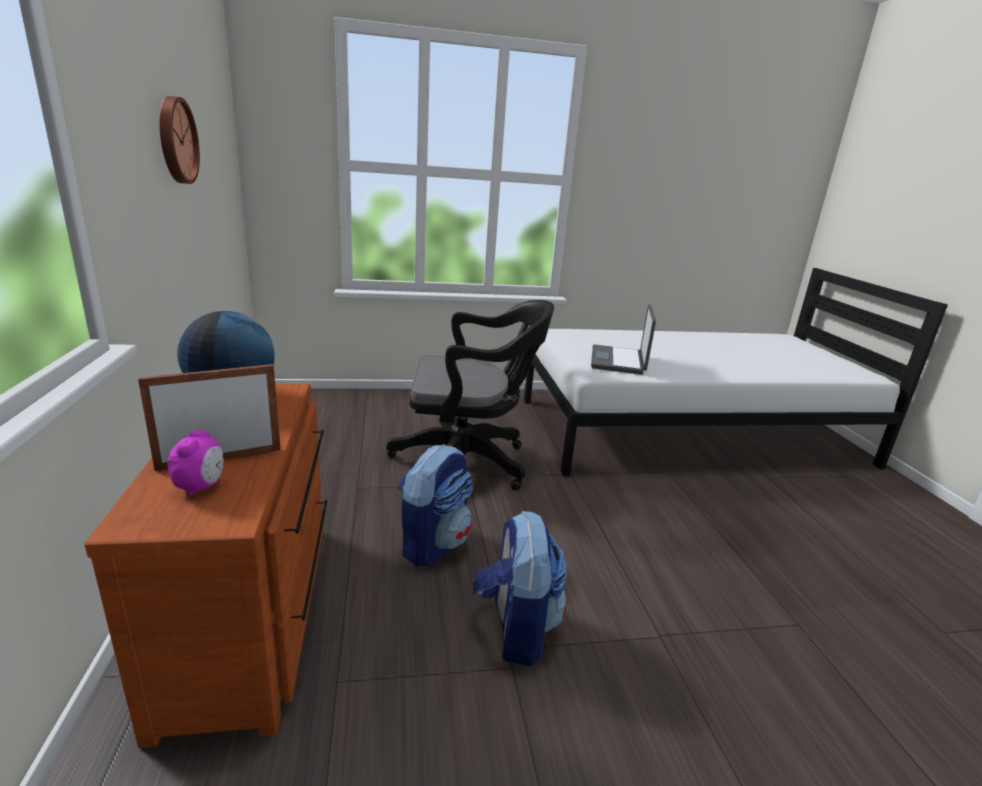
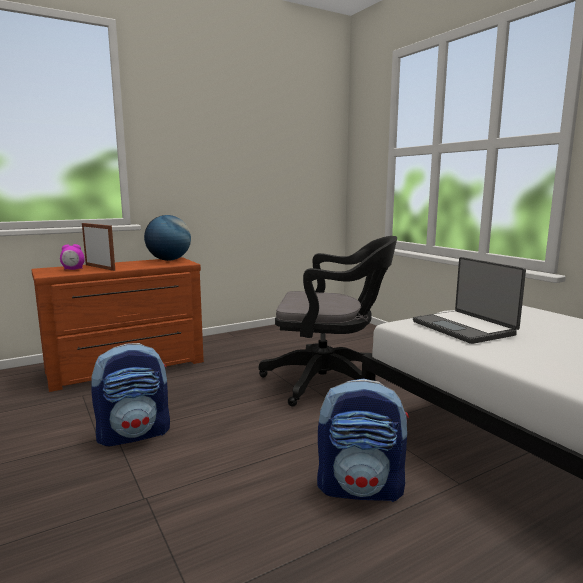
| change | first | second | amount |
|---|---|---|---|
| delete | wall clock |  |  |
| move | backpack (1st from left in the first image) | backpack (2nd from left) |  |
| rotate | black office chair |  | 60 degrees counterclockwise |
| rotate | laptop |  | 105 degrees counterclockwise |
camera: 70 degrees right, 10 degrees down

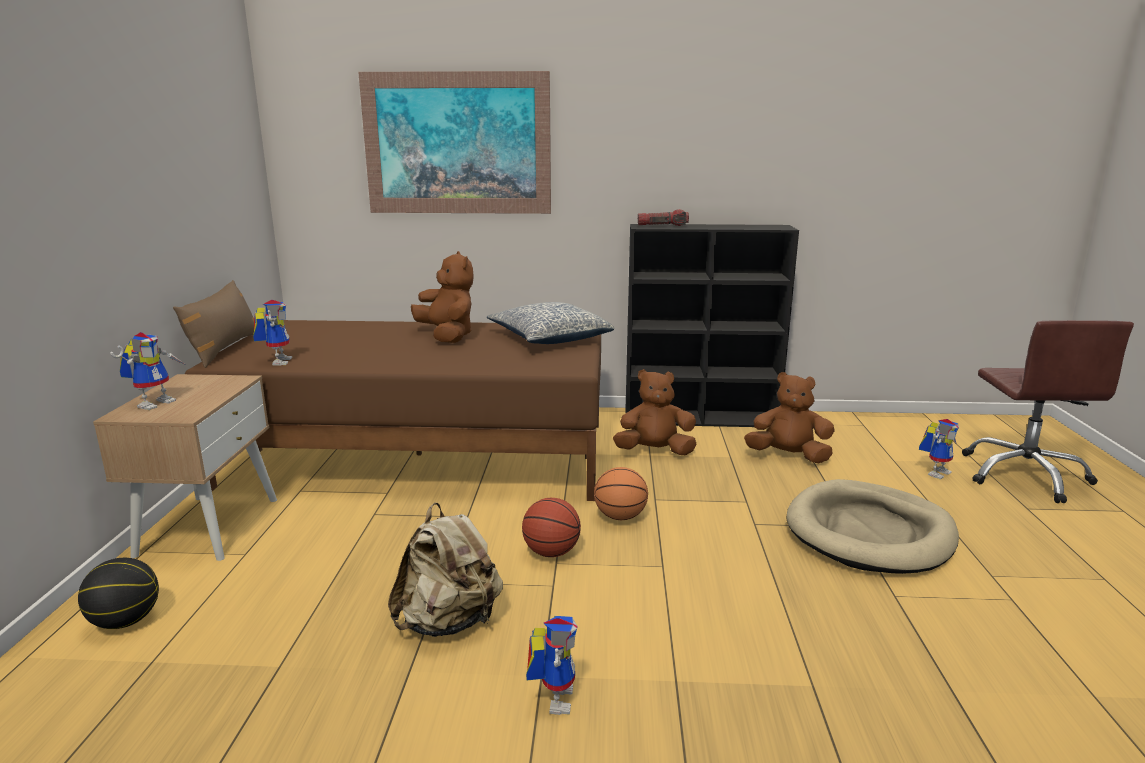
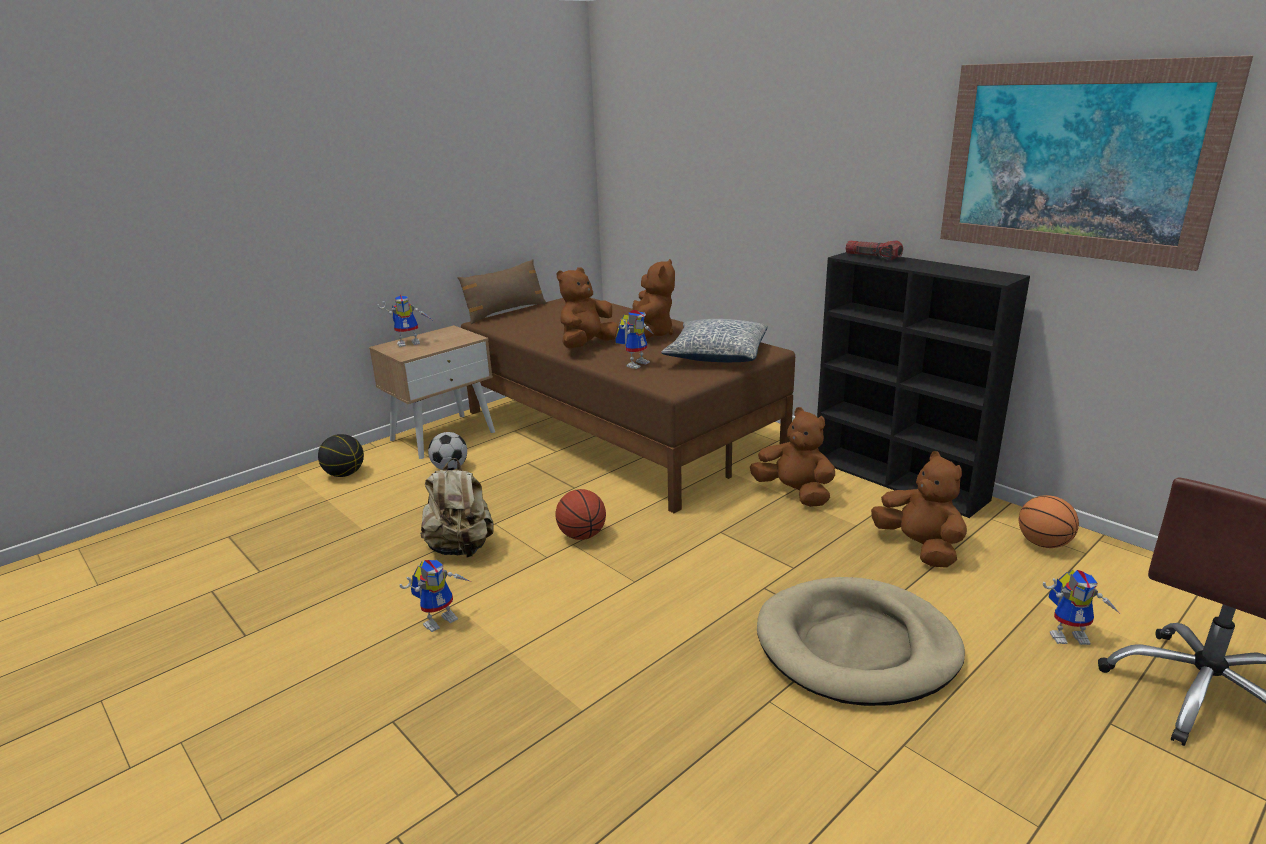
| change | first | second | amount |
|---|---|---|---|
| insert |  | football |  |
| insert |  | brown plush toy (1st from left) |  |
| move | toy robot (2nd from left in the first image) | toy robot (3rd from left) |  |
| move | picture |  |  |
| move | basketball (3rd from left) |  |  |
camera: 45 degrees right, 5 degrees up

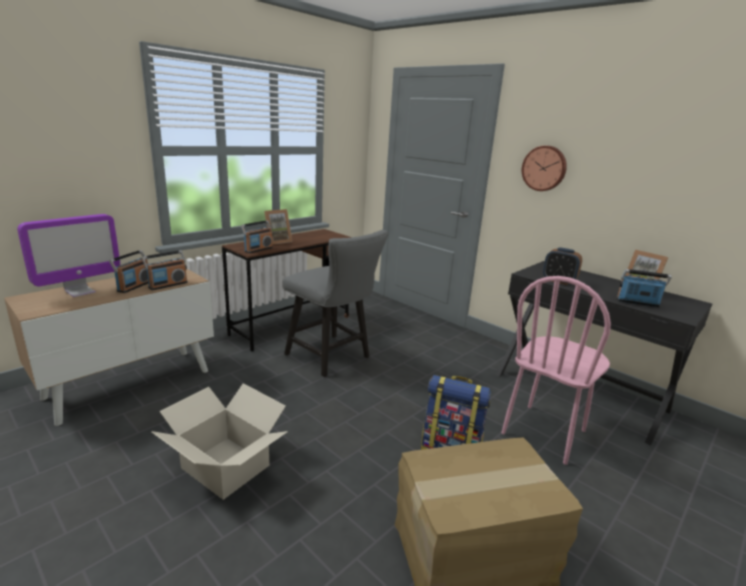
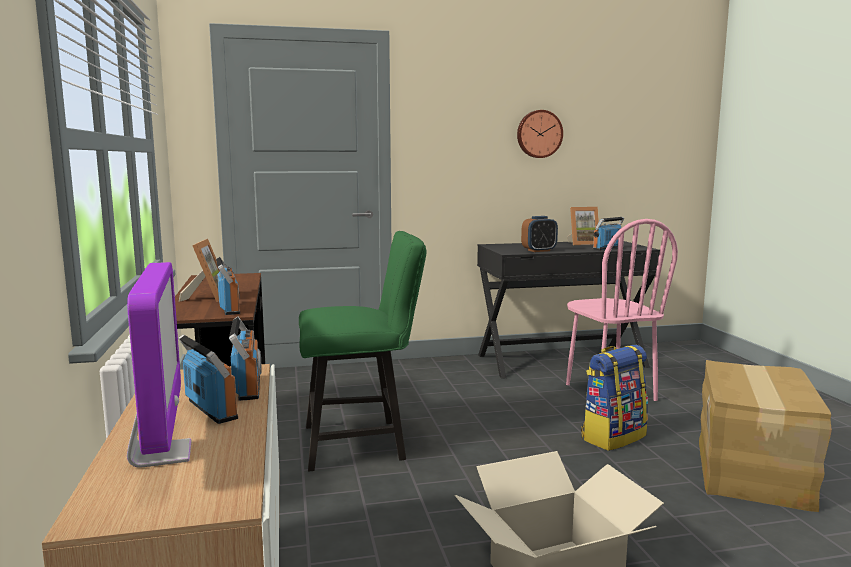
| change | first | second | amount |
|---|---|---|---|
| move | wall clock |  |  |
| recolor | grey chair | green chair |  |
camera: 55 degrees left, 10 degrees down

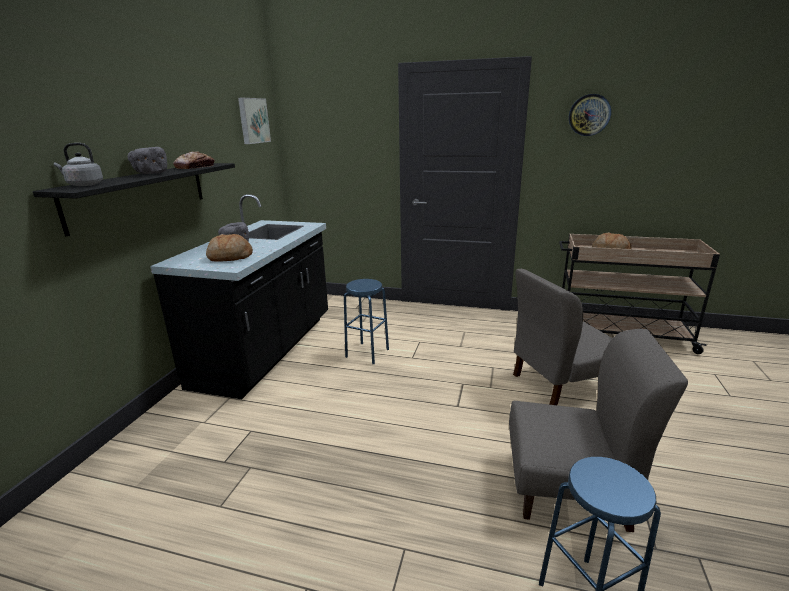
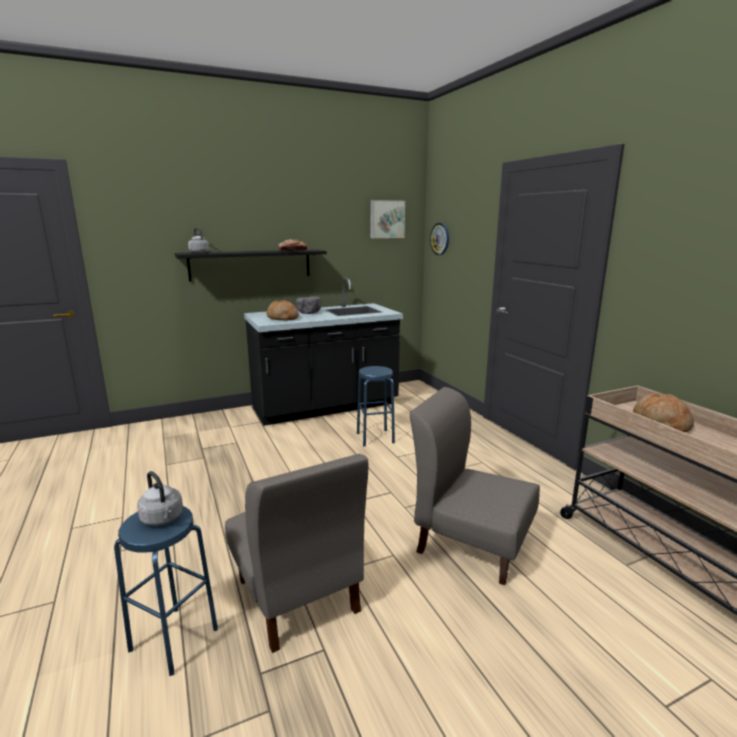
| change | first | second | amount |
|---|---|---|---|
| delete | grey bowl (1st from left) |  |  |
| insert |  | grey kettle (1st from left) |  |
| move | wall clock |  |  |
camera: 50 degrees right, 5 degrees down

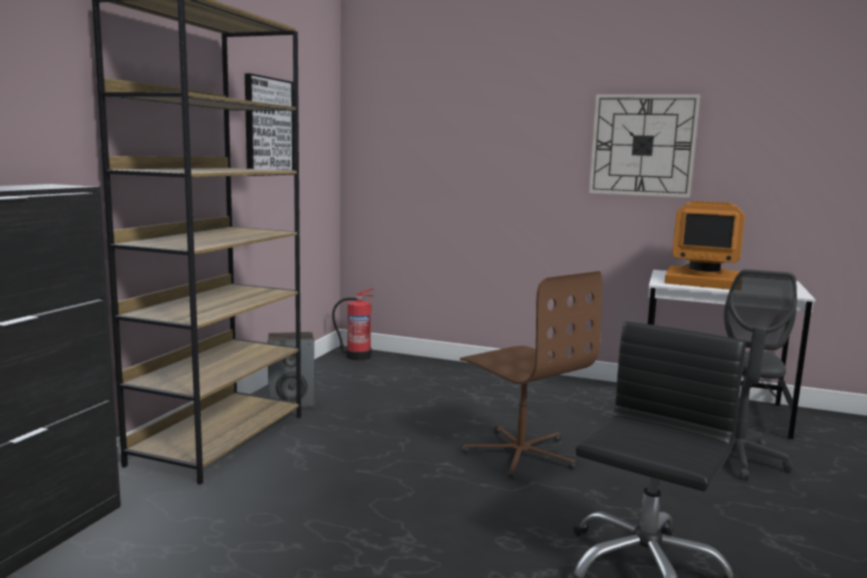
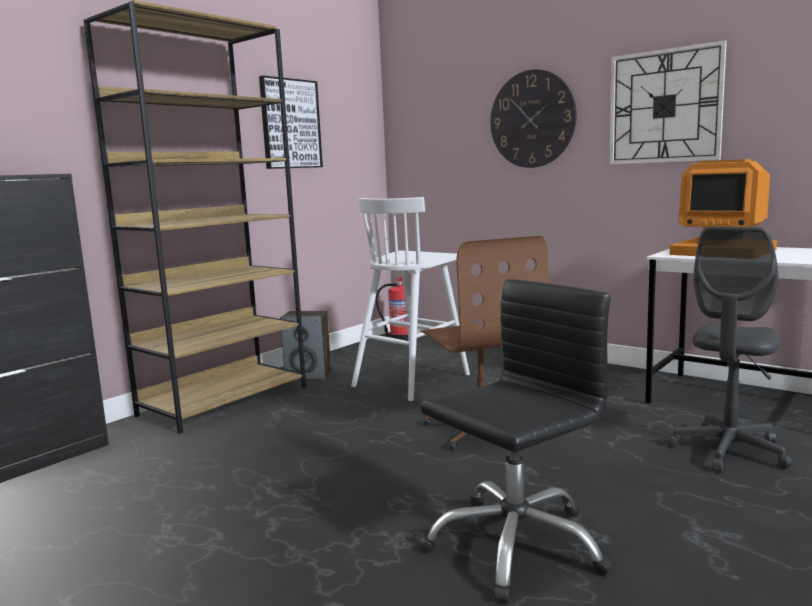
| change | first | second | amount |
|---|---|---|---|
| insert |  | white stool |  |
| insert |  | wall clock (1st from left) |  |
camera: 20 degrees right, 0 degrees up

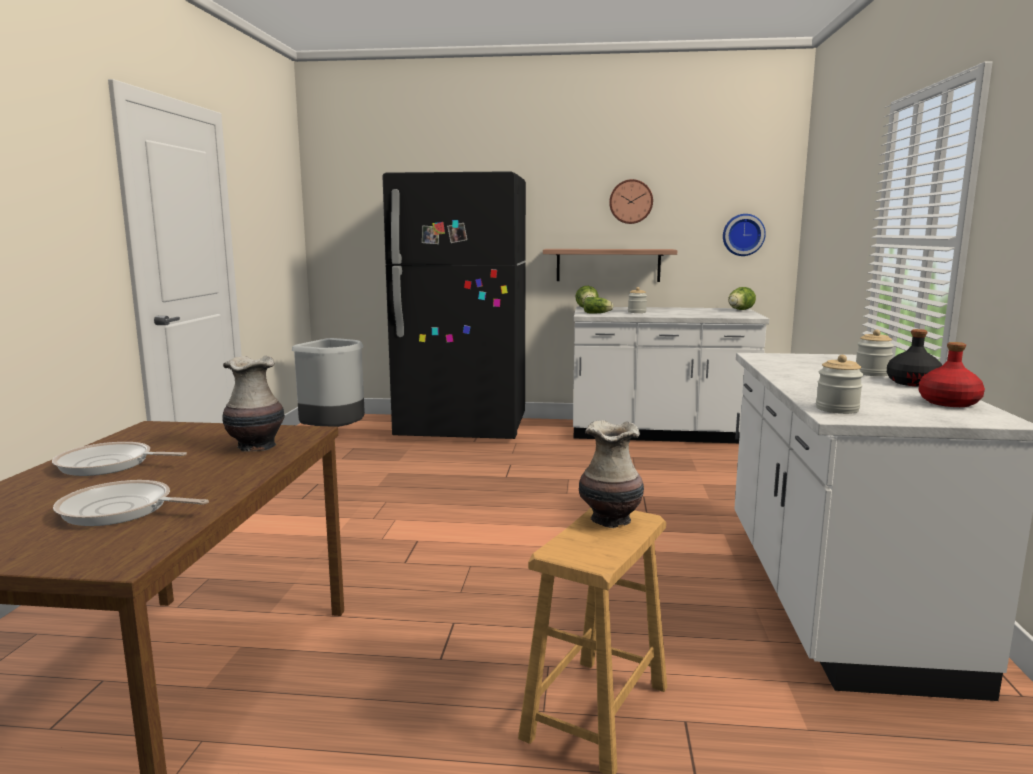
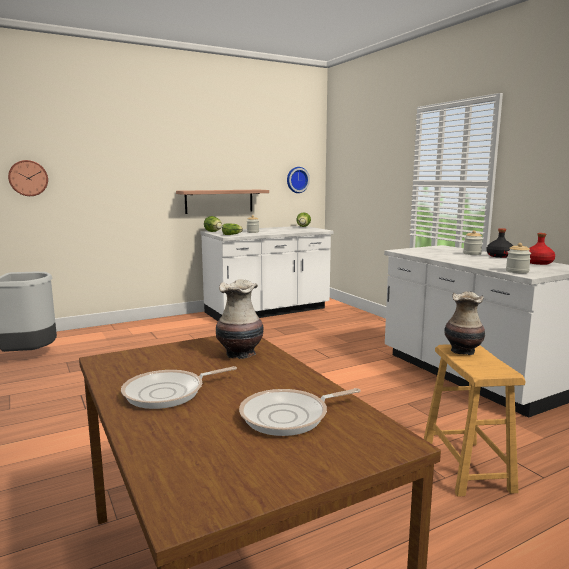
| change | first | second | amount |
|---|---|---|---|
| delete | black fridge |  |  |
| move | wall clock (1st from left) |  |  |
camera: 35 degrees left, 0 degrees up

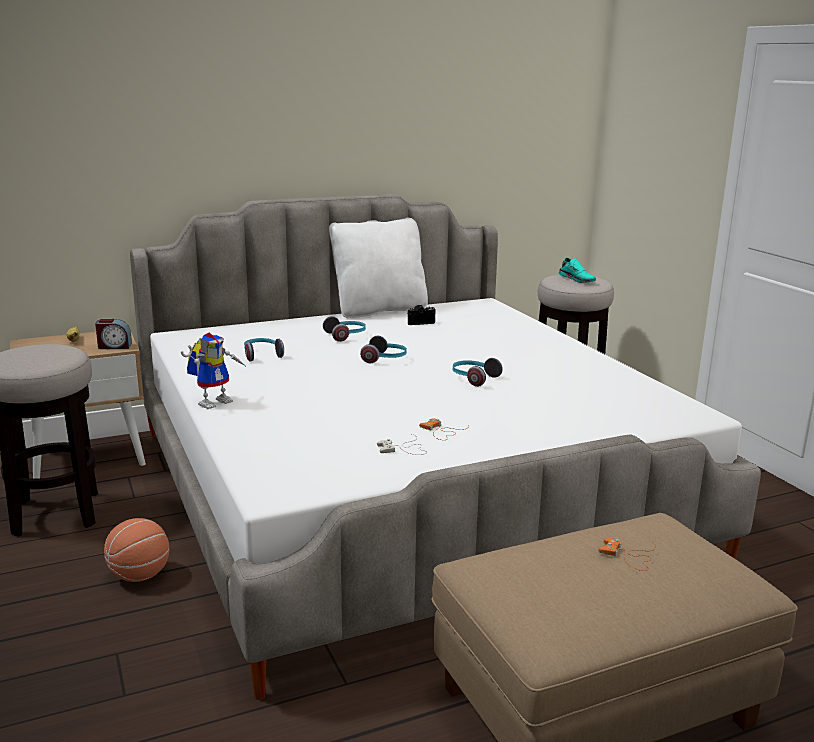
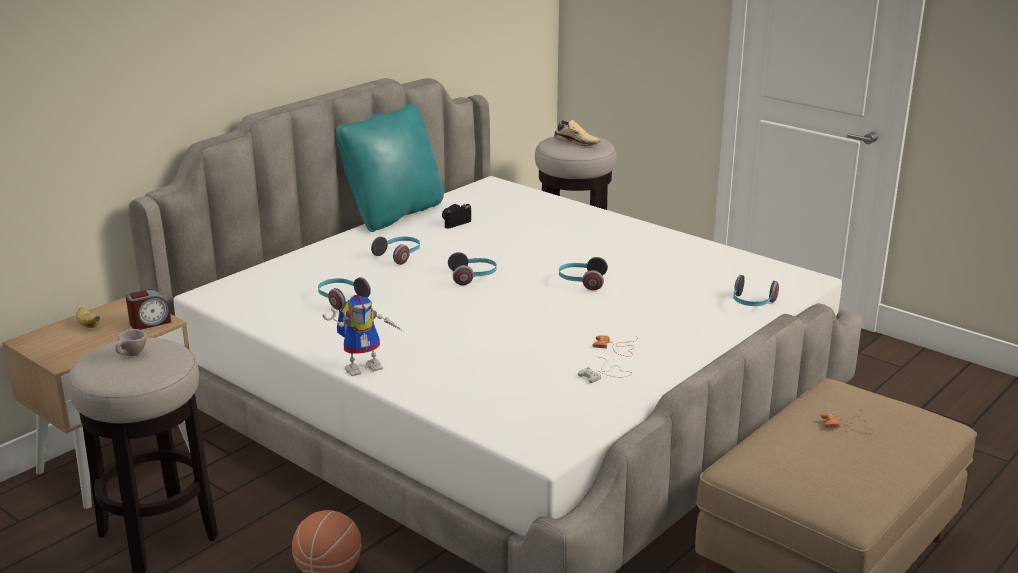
| change | first | second | amount |
|---|---|---|---|
| insert |  | beige cup |  |
| insert |  | headphones (5th from left) |  |
| recolor | white pillow | turquoise pillow |  |
| recolor | turquoise shoe | beige shoe |  |
| rotate | toy robot |  | 45 degrees clockwise |
camera: 25 degrees left, 5 degrees up

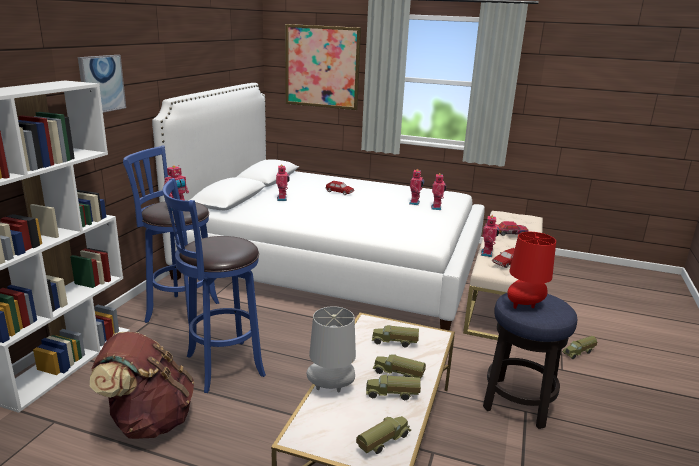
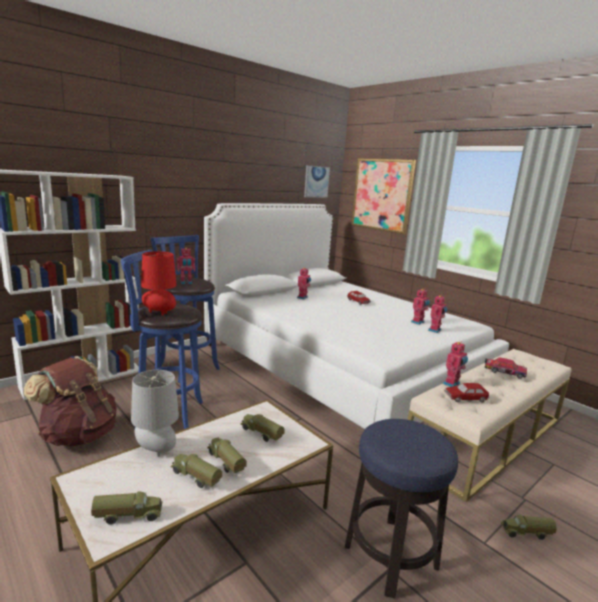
| change | first | second | amount |
|---|---|---|---|
| move | picture (1st from left) |  |  |
| move | red table lamp |  |  |
camera: 30 degrees right, 5 degrees down

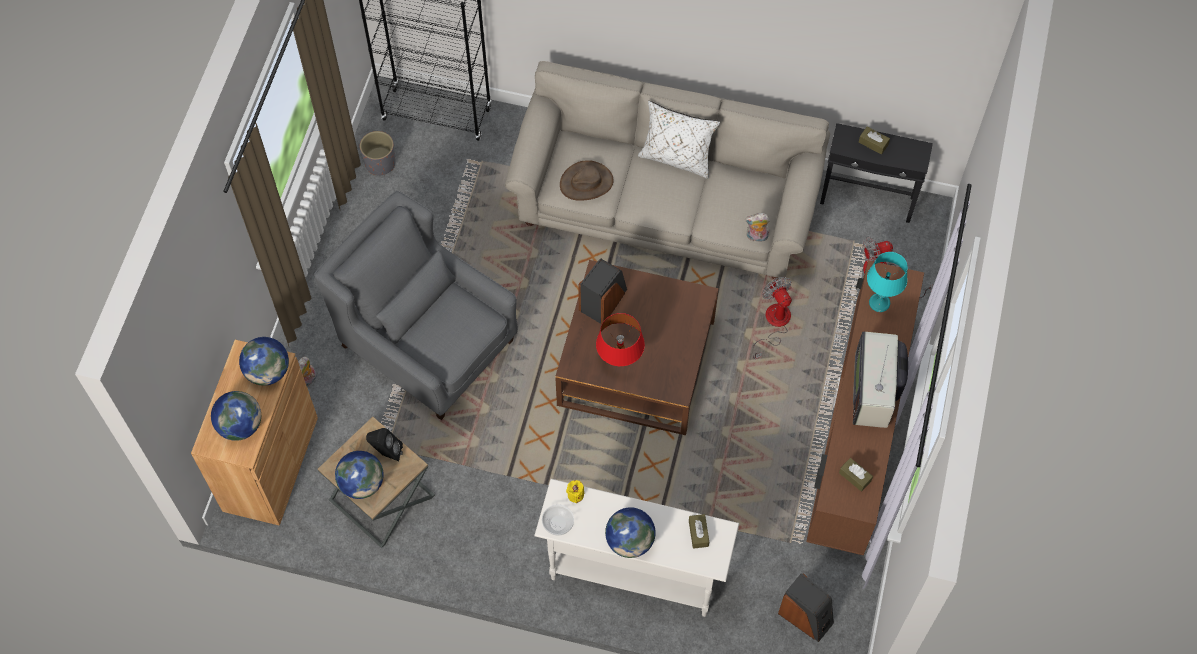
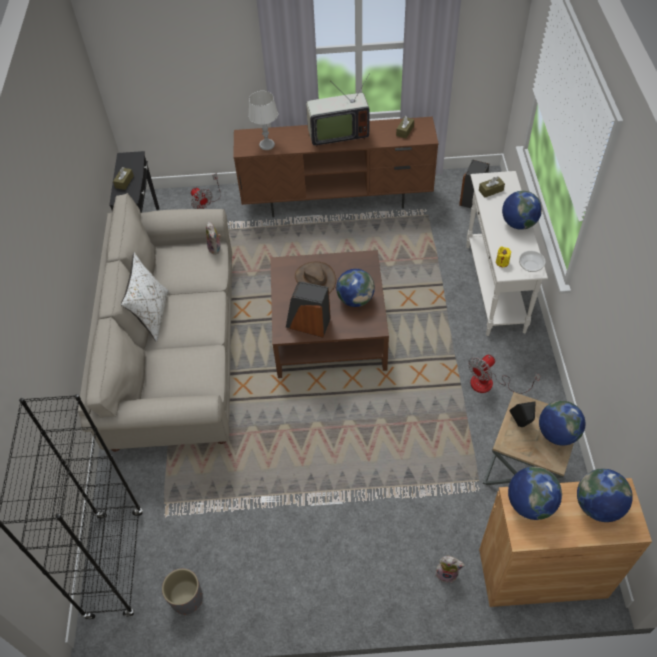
| change | first | second | amount |
|---|---|---|---|
| delete | grey armchair |  |  |
| move | brown hat |  |  |
| move | fan (1st from left in the first image) | fan (2nd from left) |  |
| replace | red table lamp | globe (1st from left) |  |
| recolor | turquoise table lamp | white table lamp |  |
camera: 105 degrees left, 10 degrees down

